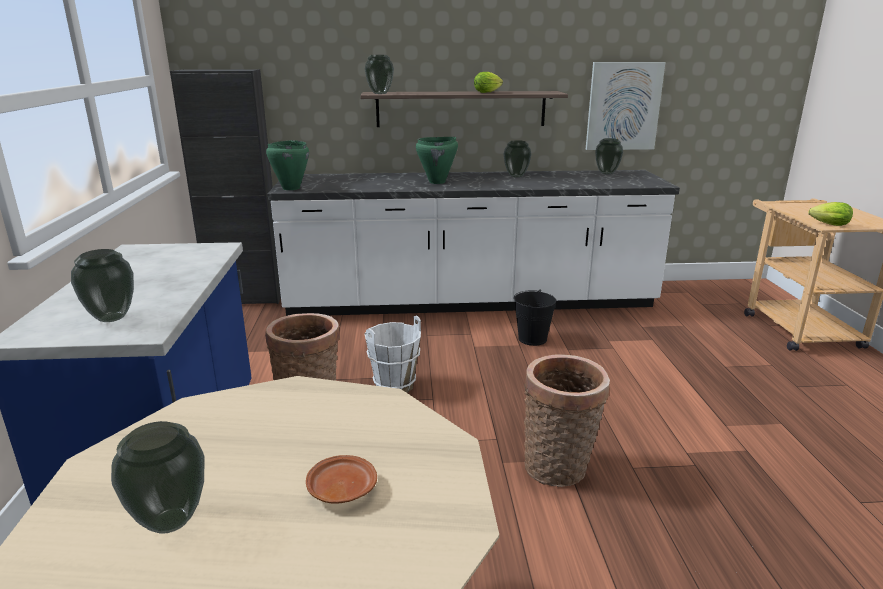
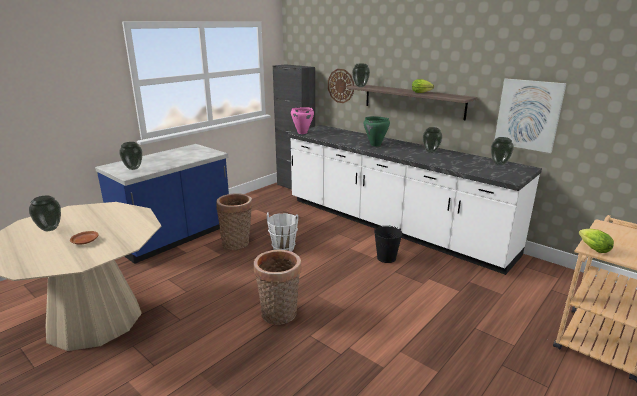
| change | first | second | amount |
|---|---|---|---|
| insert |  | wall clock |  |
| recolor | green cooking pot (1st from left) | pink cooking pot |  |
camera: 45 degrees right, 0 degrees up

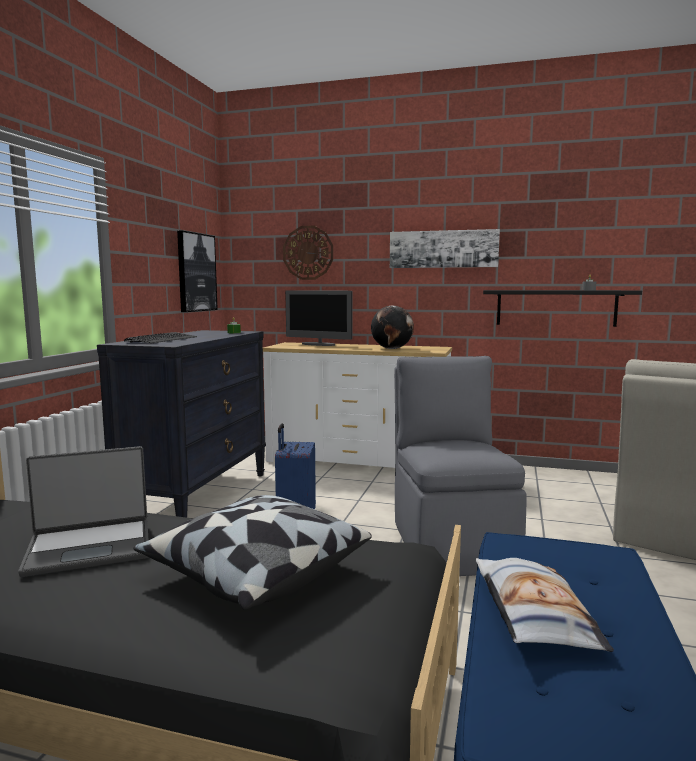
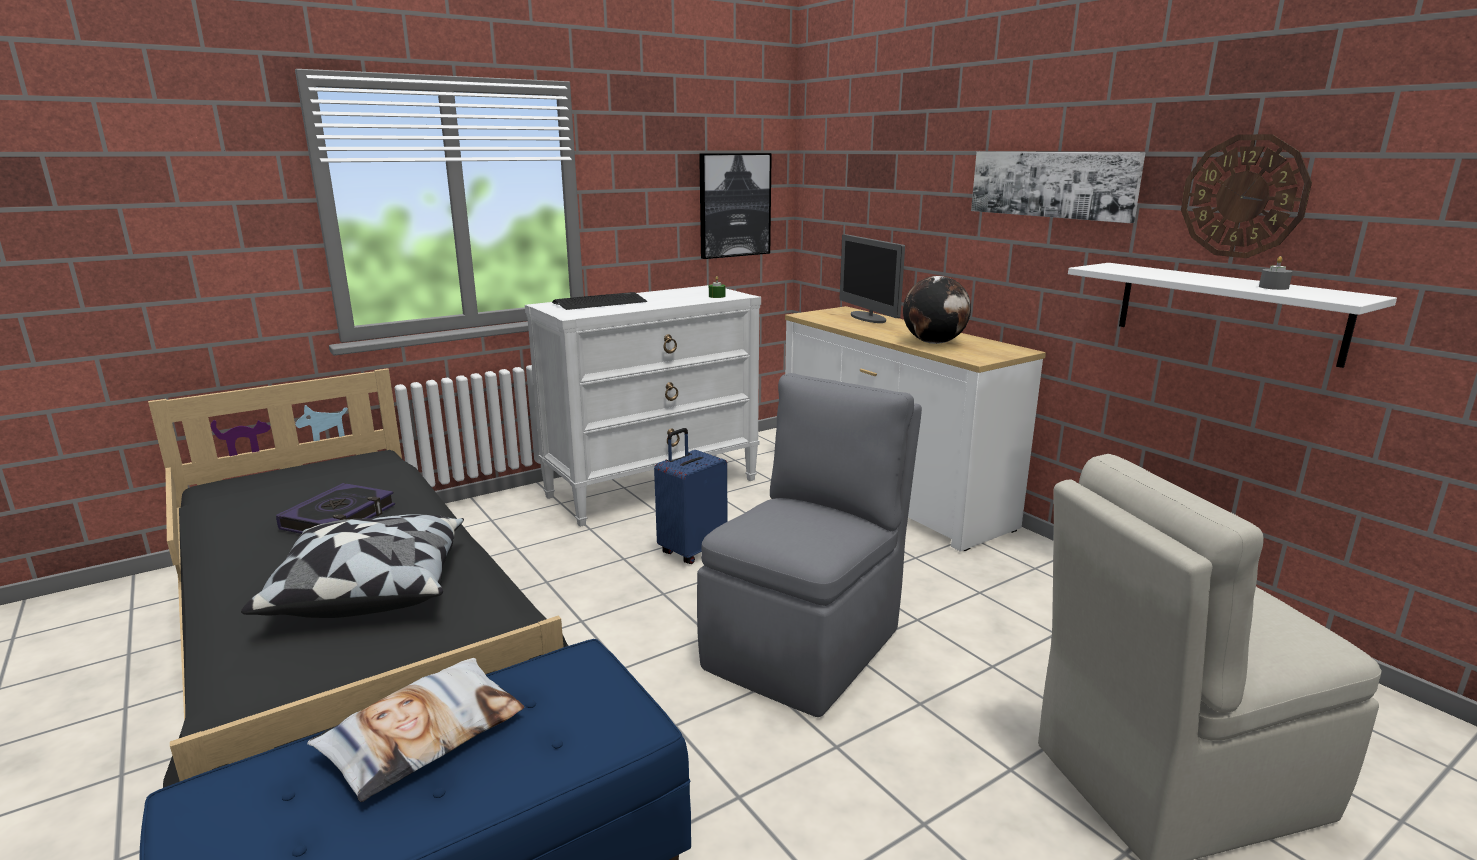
| change | first | second | amount |
|---|---|---|---|
| move | wall clock |  |  |
| replace | laptop | book |  |
| recolor | black dresser | white dresser (1st from left) |  |
| recolor | black shelf | white shelf |  |
camera: 40 degrees right, 10 degrees up

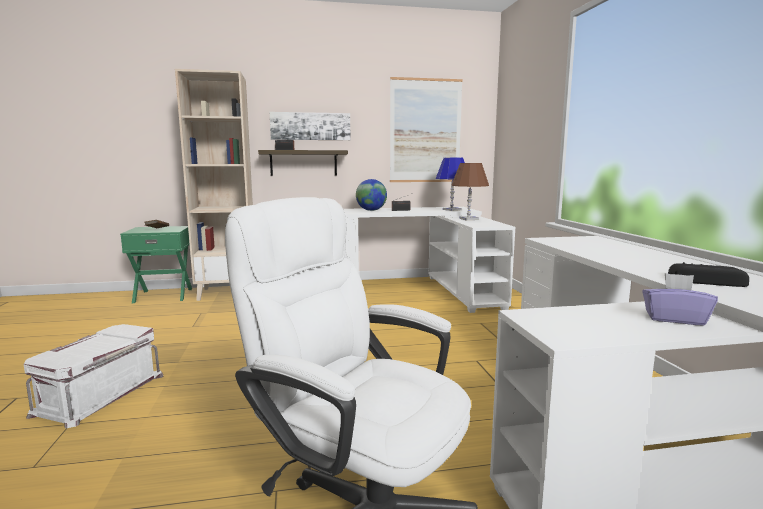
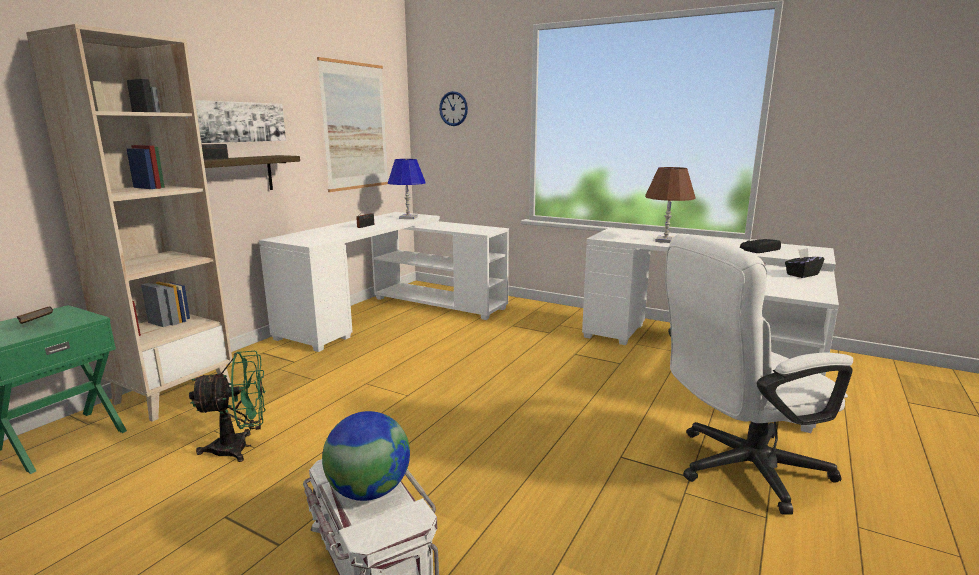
| change | first | second | amount |
|---|---|---|---|
| insert |  | green fan |  |
| insert |  | wall clock |  |
| move | globe |  |  |
| move | brown table lamp |  |  |
| recolor | purple tissue box | black tissue box |  |
camera: 50 degrees left, 5 degrees up

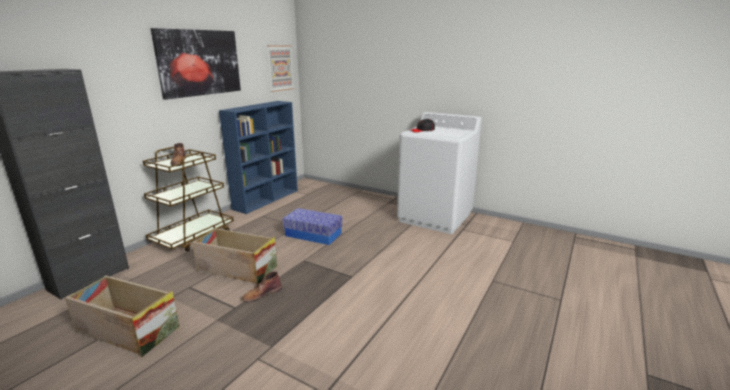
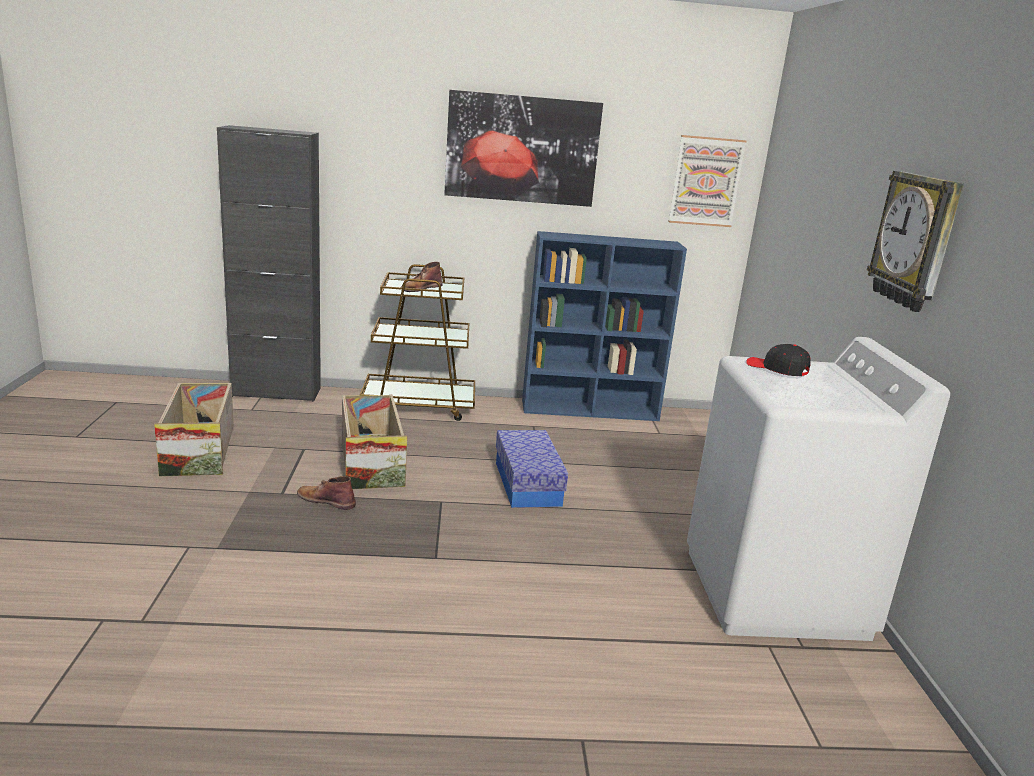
| change | first | second | amount |
|---|---|---|---|
| insert |  | wall clock |  |
camera: 55 degrees right, 0 degrees up

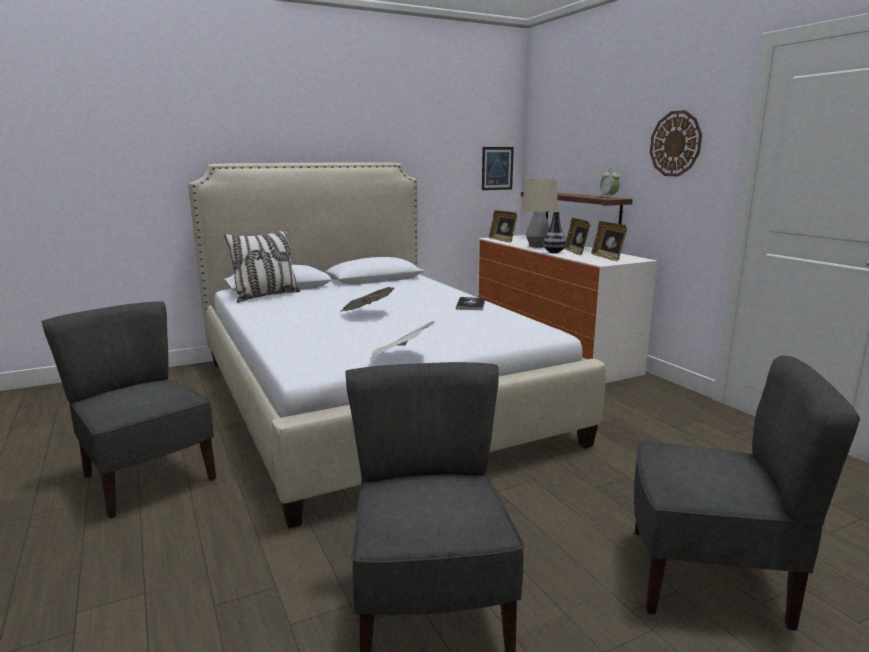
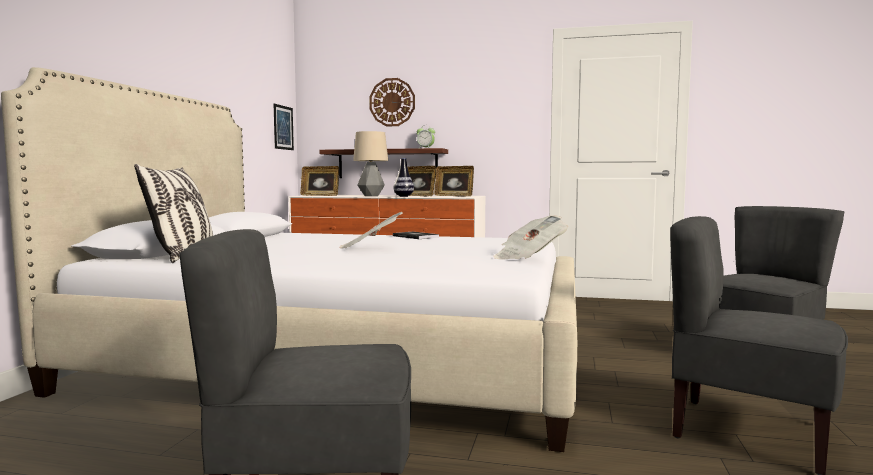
| change | first | second | amount |
|---|---|---|---|
| move | wall clock |  |  |
camera: 50 degrees left, 10 degrees down

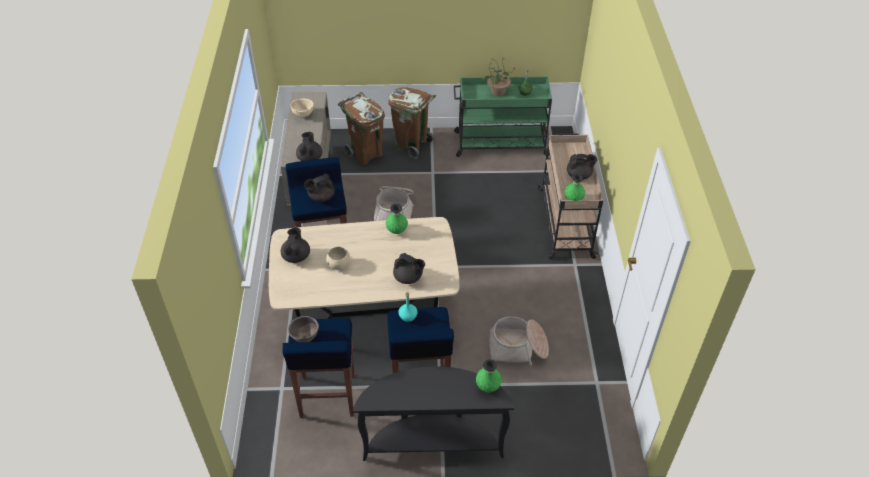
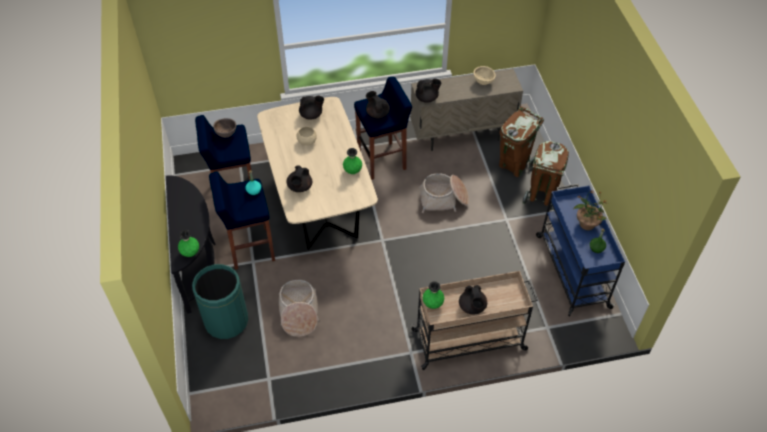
| change | first | second | amount |
|---|---|---|---|
| insert |  | green trash can |  |
| recolor | green cart | blue cart |  |
camera: 80 degrees right, 5 degrees up

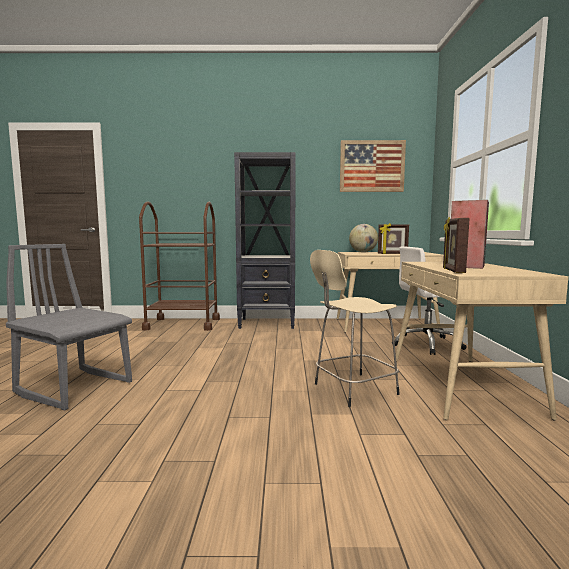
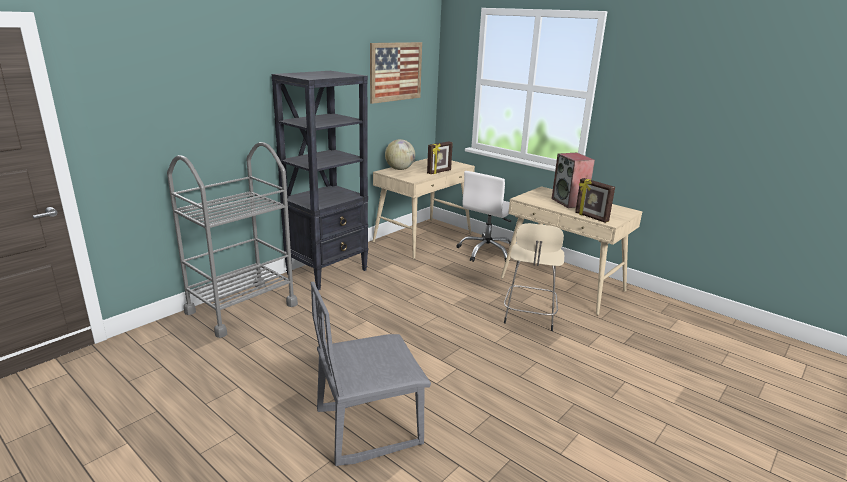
| change | first | second | amount |
|---|---|---|---|
| recolor | brown cart | grey cart |  |
camera: 50 degrees left, 15 degrees up

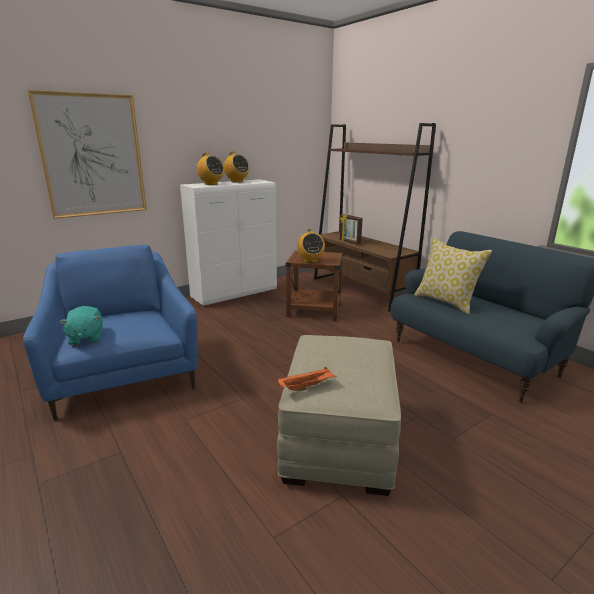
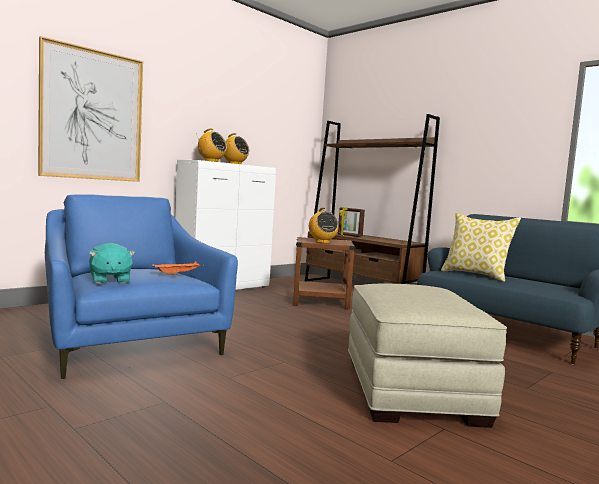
| change | first | second | amount |
|---|---|---|---|
| move | orange tray |  |  |
camera: 10 degrees left, 15 degrees down

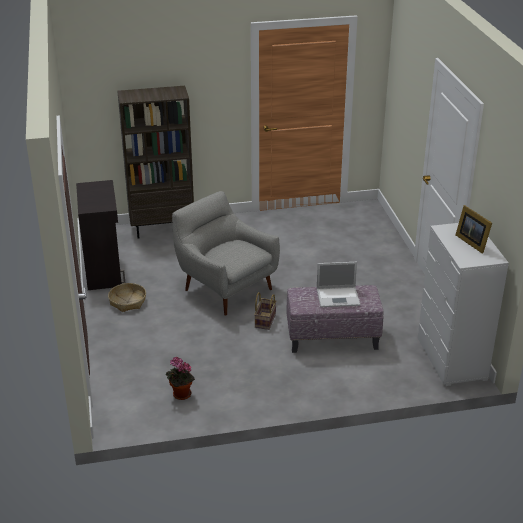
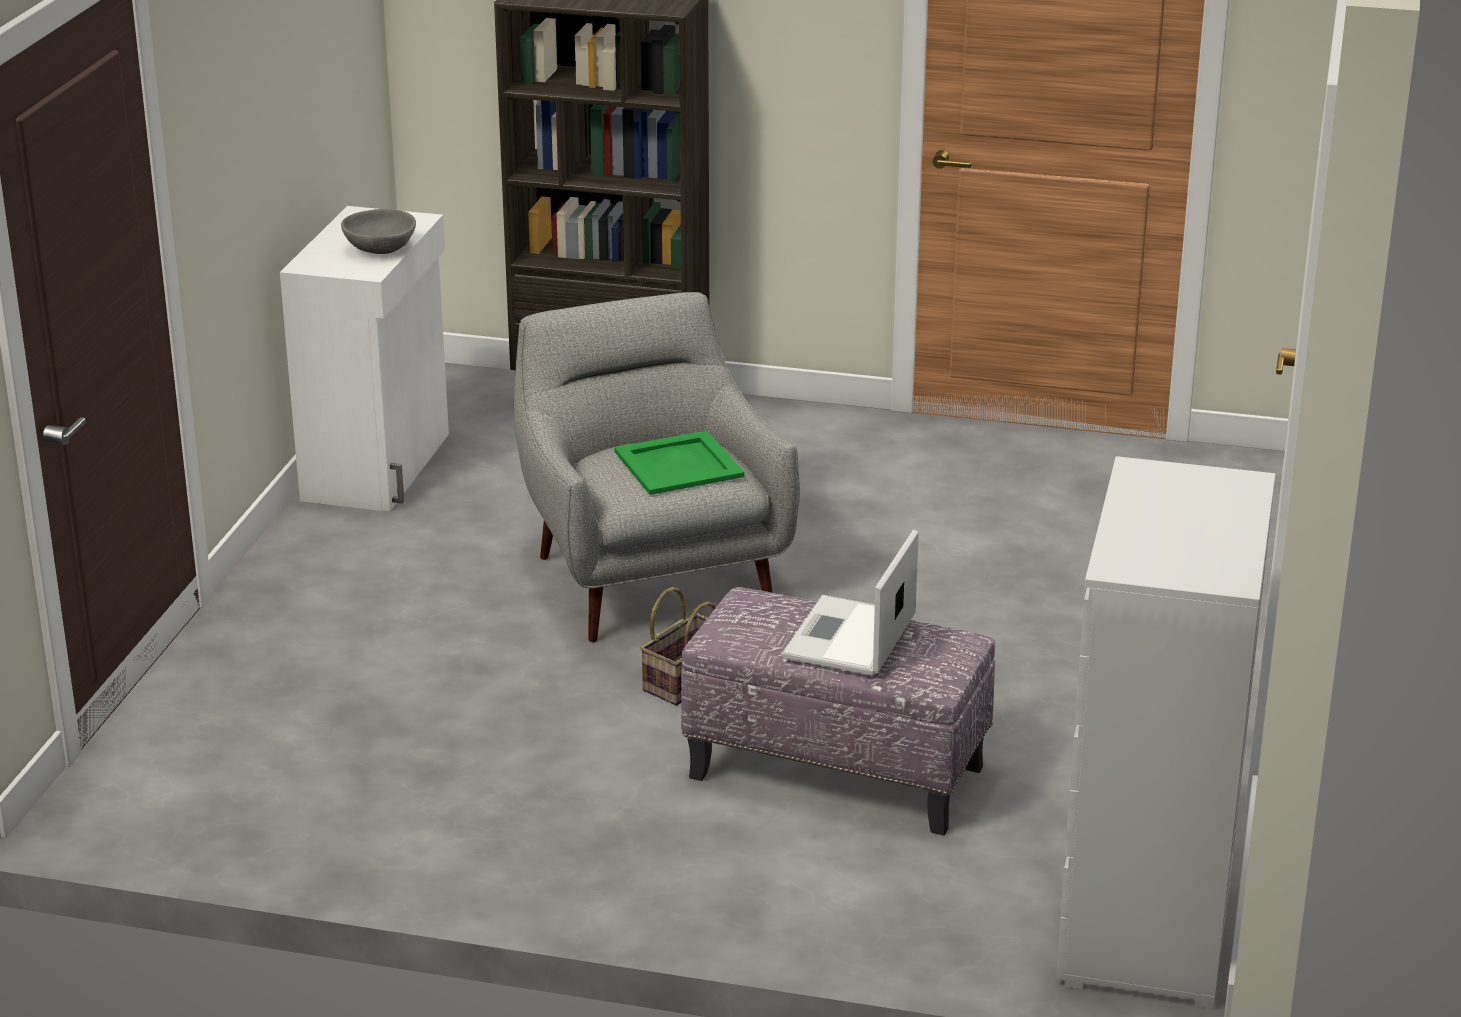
| change | first | second | amount |
|---|---|---|---|
| delete | basket (1st from left) |  |  |
| delete | potted plant |  |  |
| delete | picture frame |  |  |
| insert |  | grey bowl |  |
| insert |  | green tray |  |
| recolor | black cabinet | white cabinet |  |
| rotate | laptop |  | 90 degrees clockwise |
camera: 25 degrees right, 5 degrees down

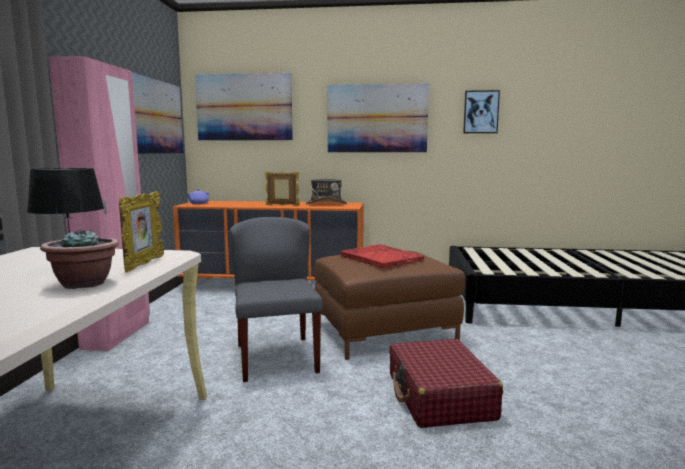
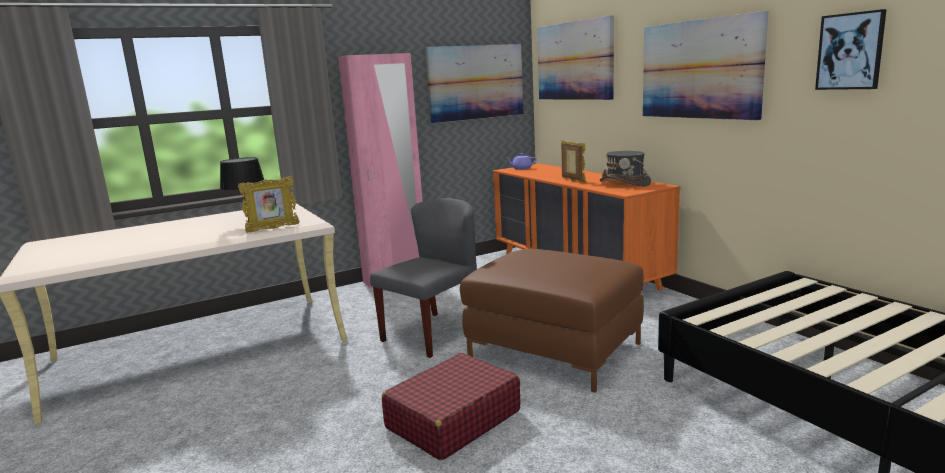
| change | first | second | amount |
|---|---|---|---|
| delete | potted plant |  |  |
| delete | red tray |  |  |
camera: 55 degrees right, 5 degrees up

